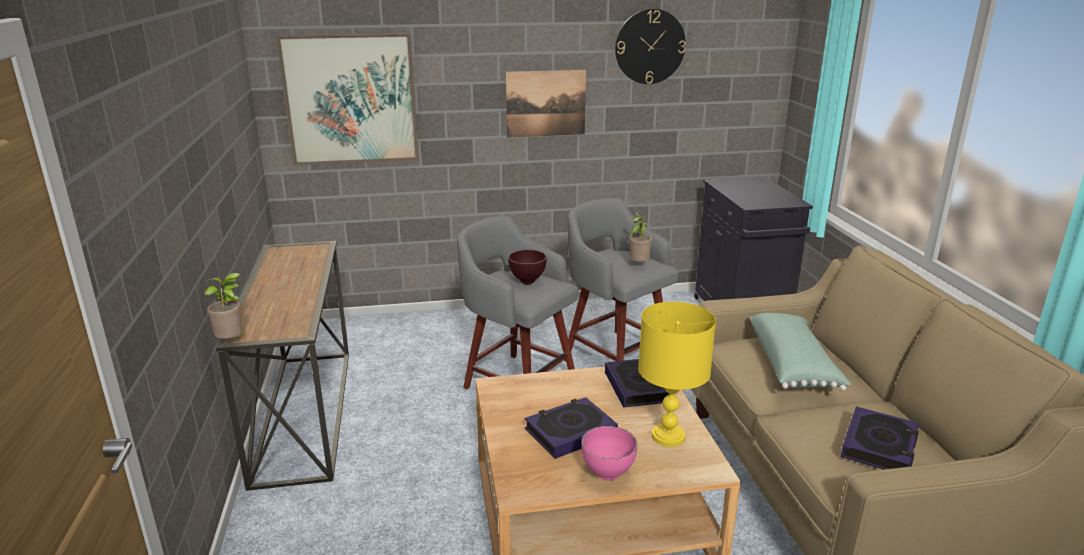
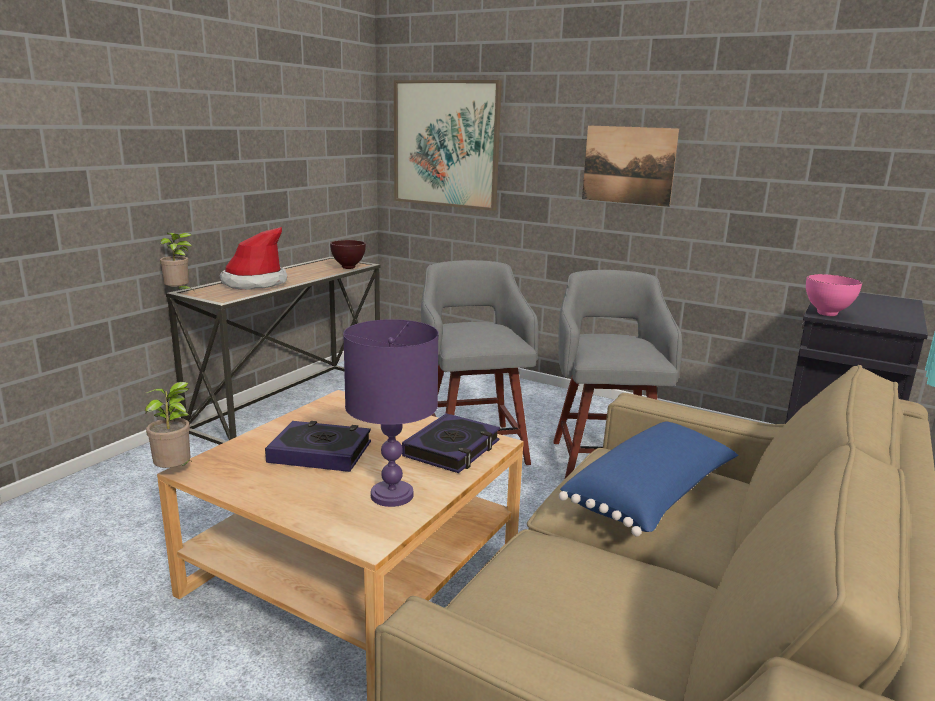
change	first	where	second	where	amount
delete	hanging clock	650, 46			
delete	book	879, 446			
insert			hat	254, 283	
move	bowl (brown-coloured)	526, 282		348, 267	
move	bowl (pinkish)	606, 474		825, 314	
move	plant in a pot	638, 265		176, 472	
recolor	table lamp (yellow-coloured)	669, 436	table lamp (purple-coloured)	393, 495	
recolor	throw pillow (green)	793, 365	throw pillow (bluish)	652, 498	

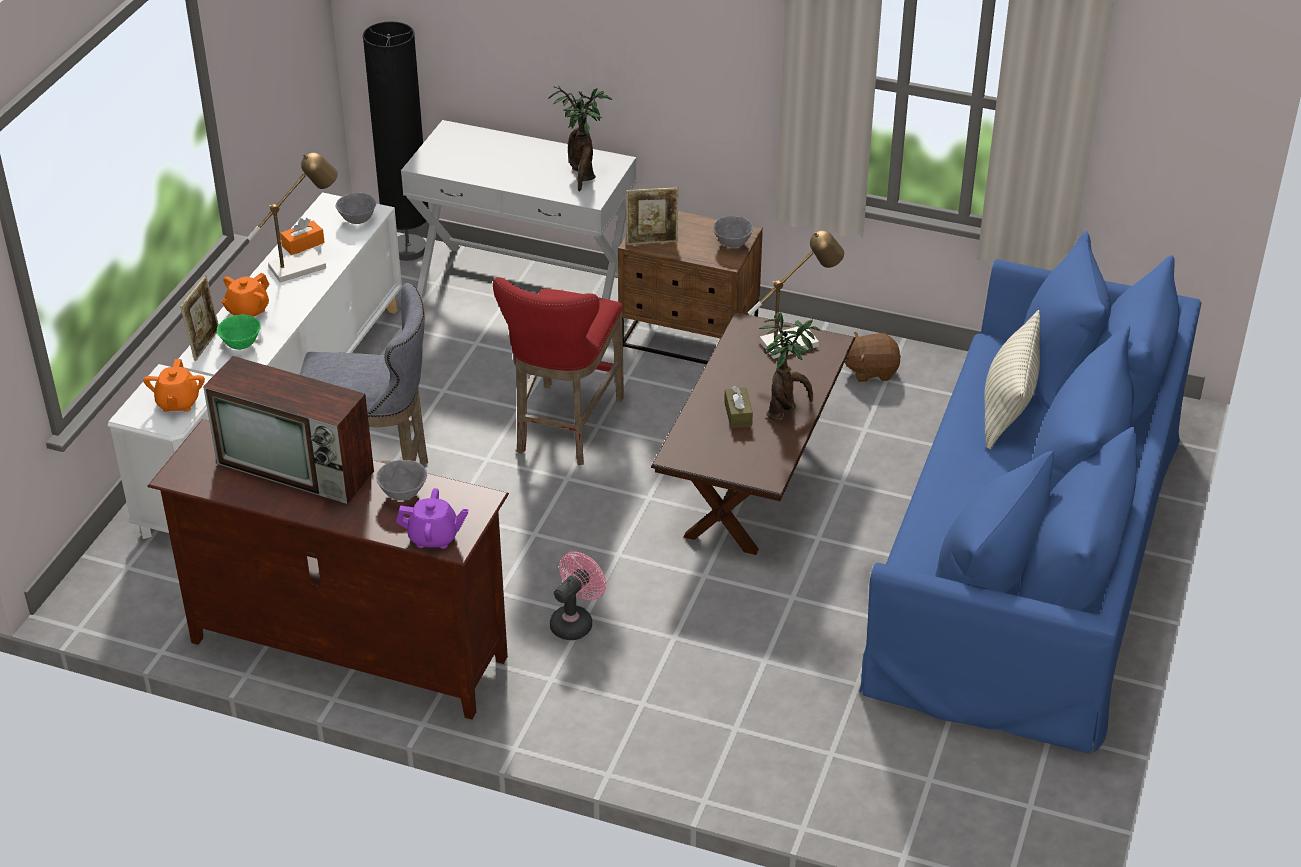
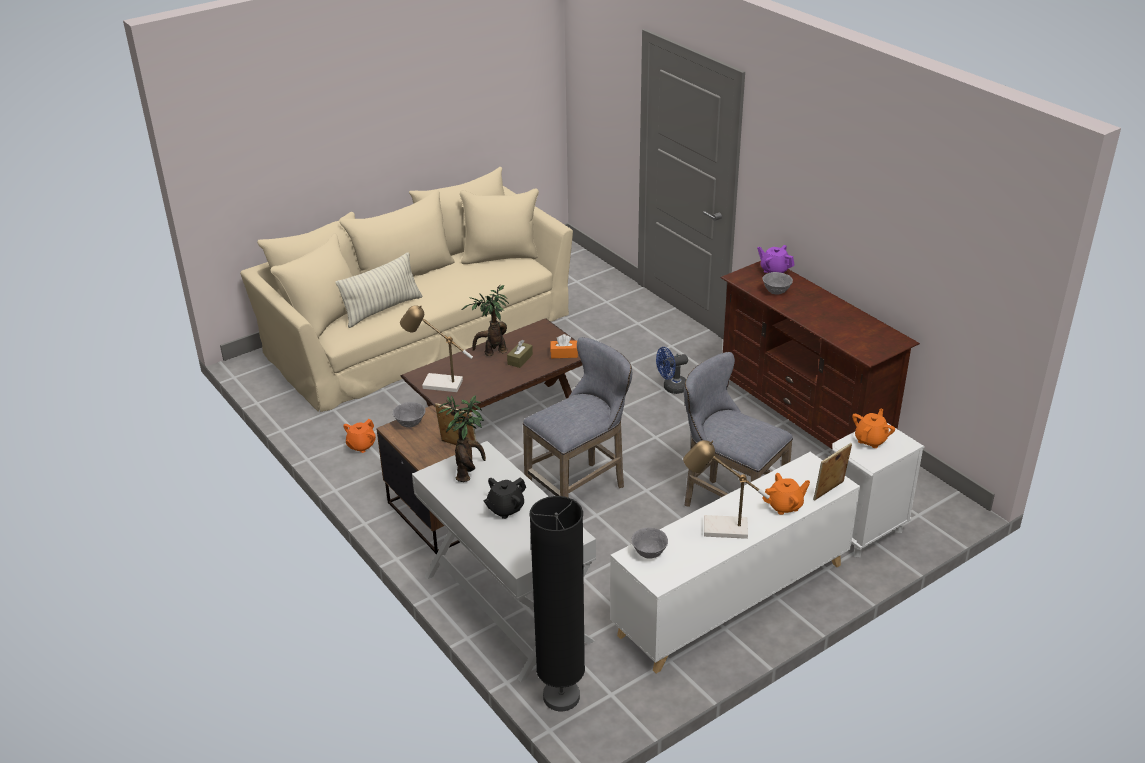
change	first	where	second	where	amount
delete	TV	298, 468			
delete	bowl (green)	241, 344			
insert			tea pot (blackish)	505, 509	
move	tissue box (orangey)	303, 244		564, 354	
replace	plush toy (brown-coloured)	871, 371	tea pot (orangey)	361, 446	
recolor	sitting stool (red-coloured)	564, 429	sitting stool (grey)	581, 489	
recolor	cooling fan (pinkish)	575, 621	cooling fan (bluish)	671, 388	
recolor	settee (bluish)	1027, 552	settee (sand-coloured)	419, 333	

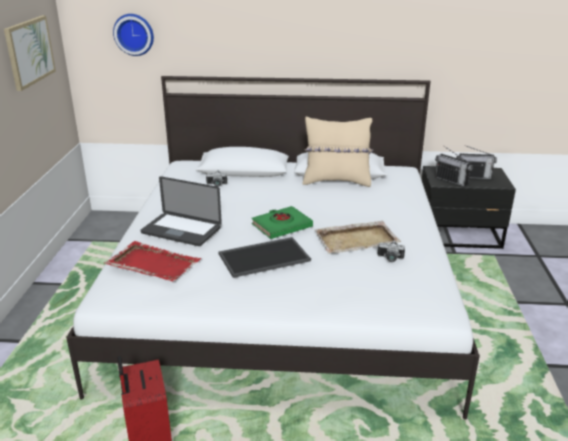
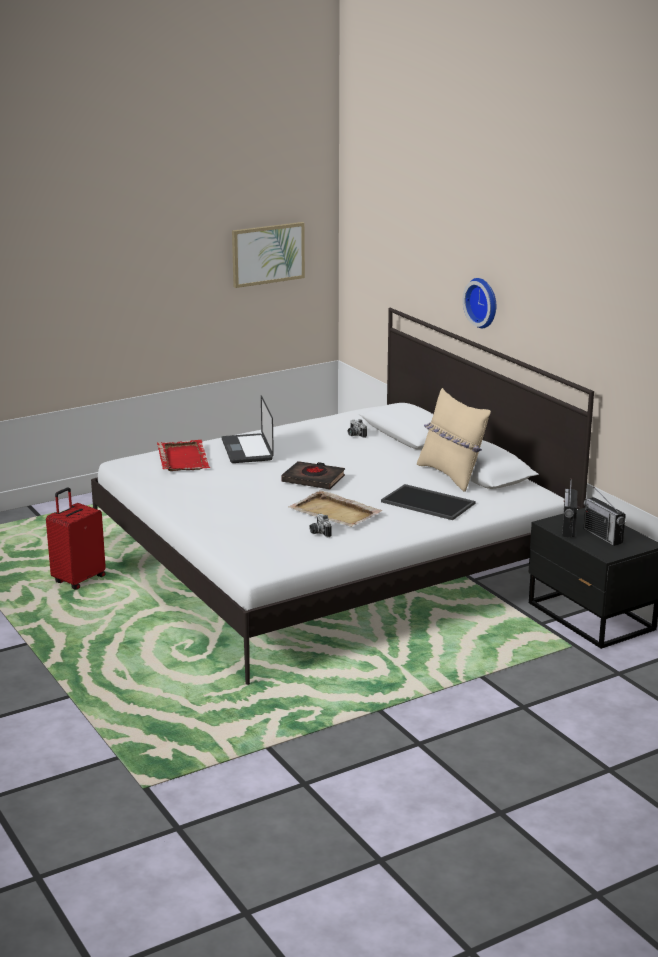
change	first	where	second	where	amount
move	hanging clock	134, 34		483, 302	
move	carrying tray	264, 256		429, 502	
recolor	book (green)	281, 226	book (blackish)	313, 479	

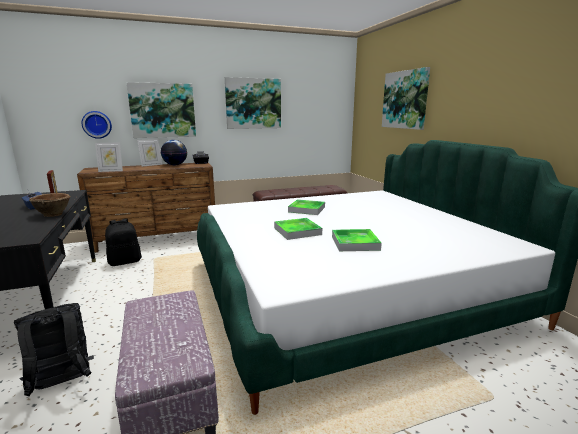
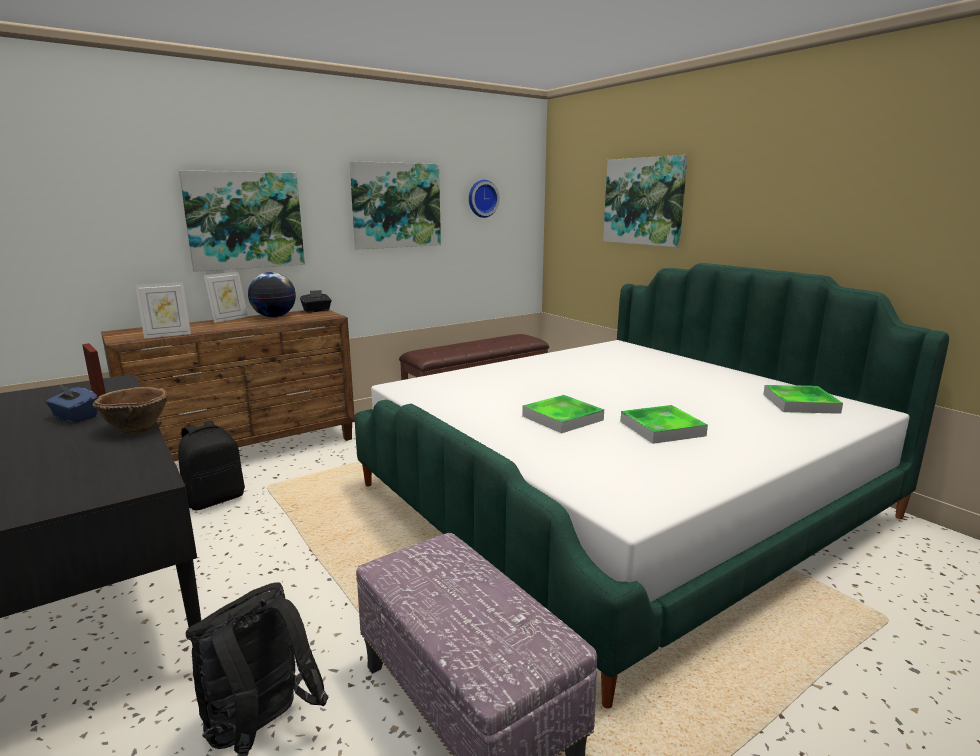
change	first	where	second	where	amount
move	hanging clock	97, 124		482, 198	
move	carrying tray	306, 209		800, 403	

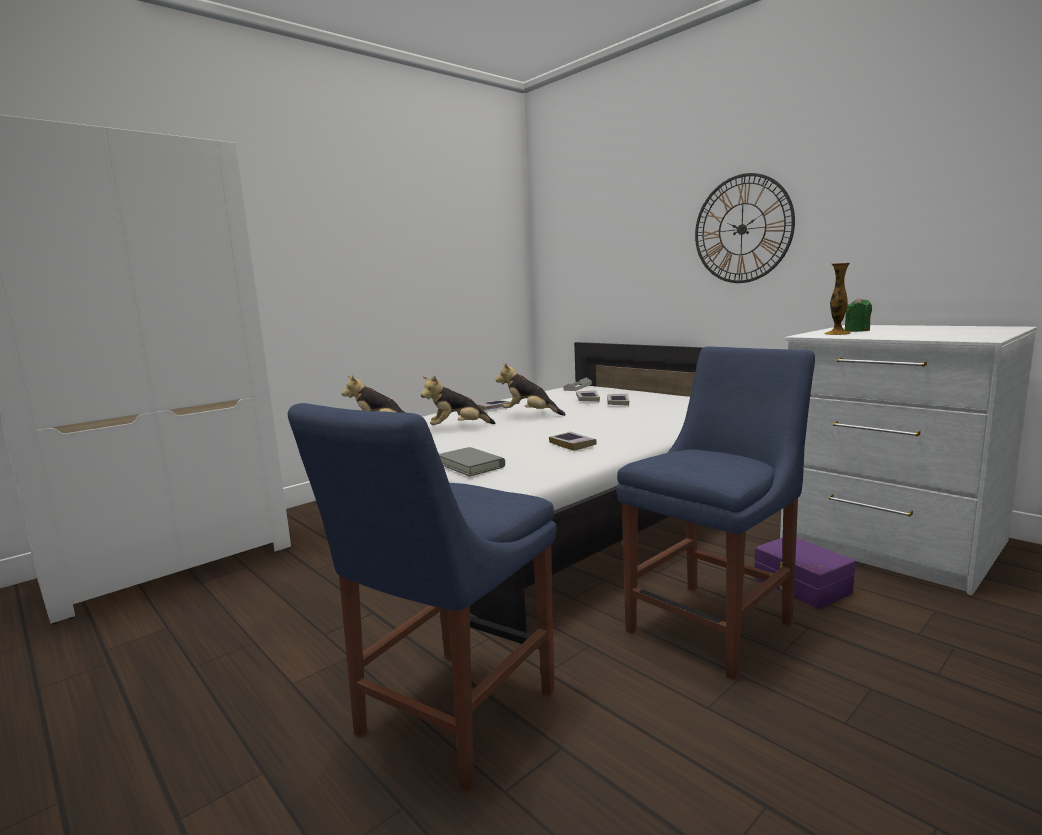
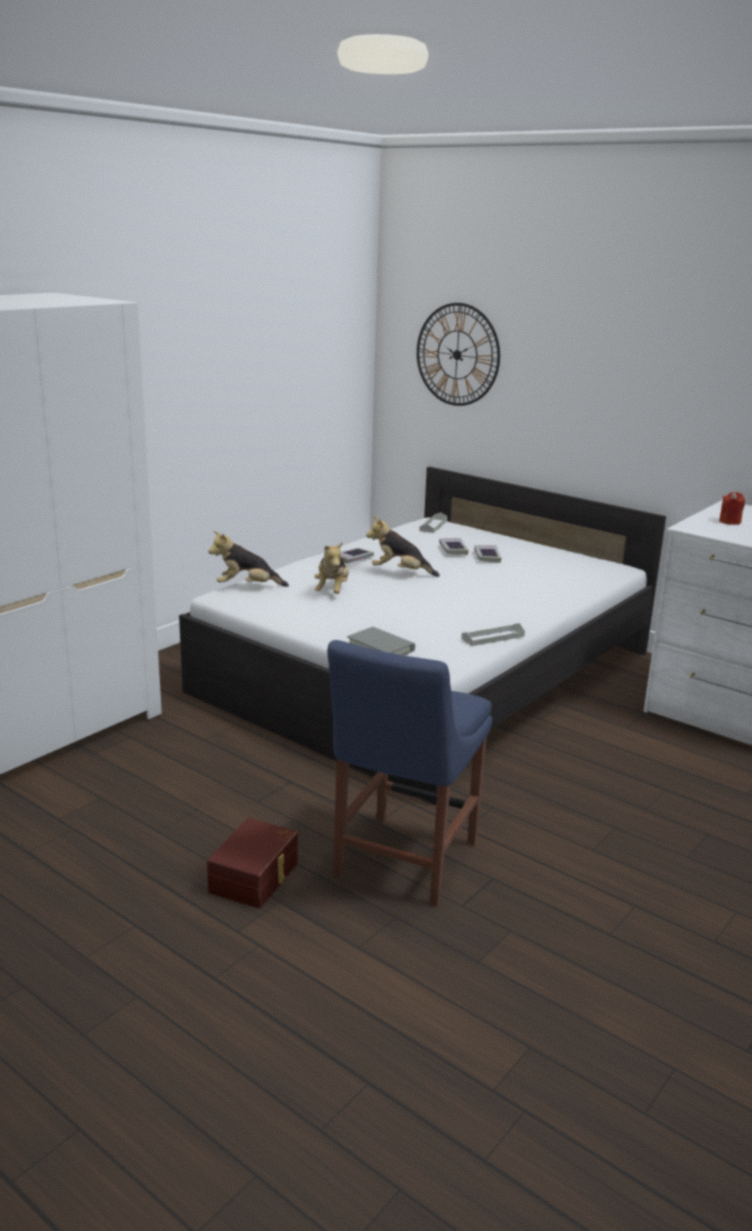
change	first	where	second	where	amount
delete	book	572, 444			
delete	upright chair (bluish)	715, 624			
delete	storage container (purple-coloured)	800, 586			
delete	decorative vase	837, 333			
insert			storage container (brown-coloured)	256, 877	
insert			carrying tray (grey)	493, 637	
move	hanging clock	742, 229		457, 355	
recolor	wax light (green)	857, 331	wax light (red-coloured)	730, 522	
rotate	plush toy	457, 428		332, 591	60 degrees counterclockwise

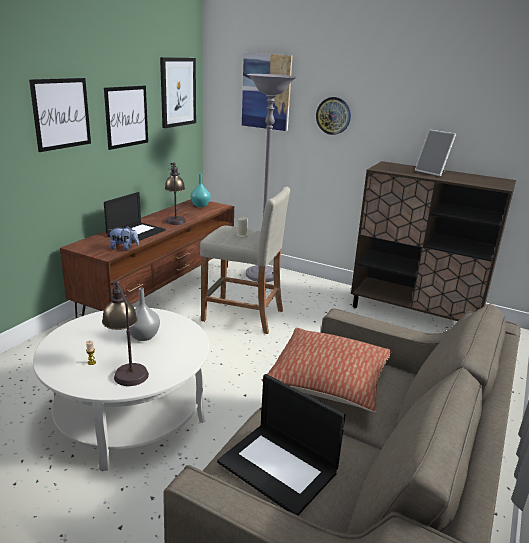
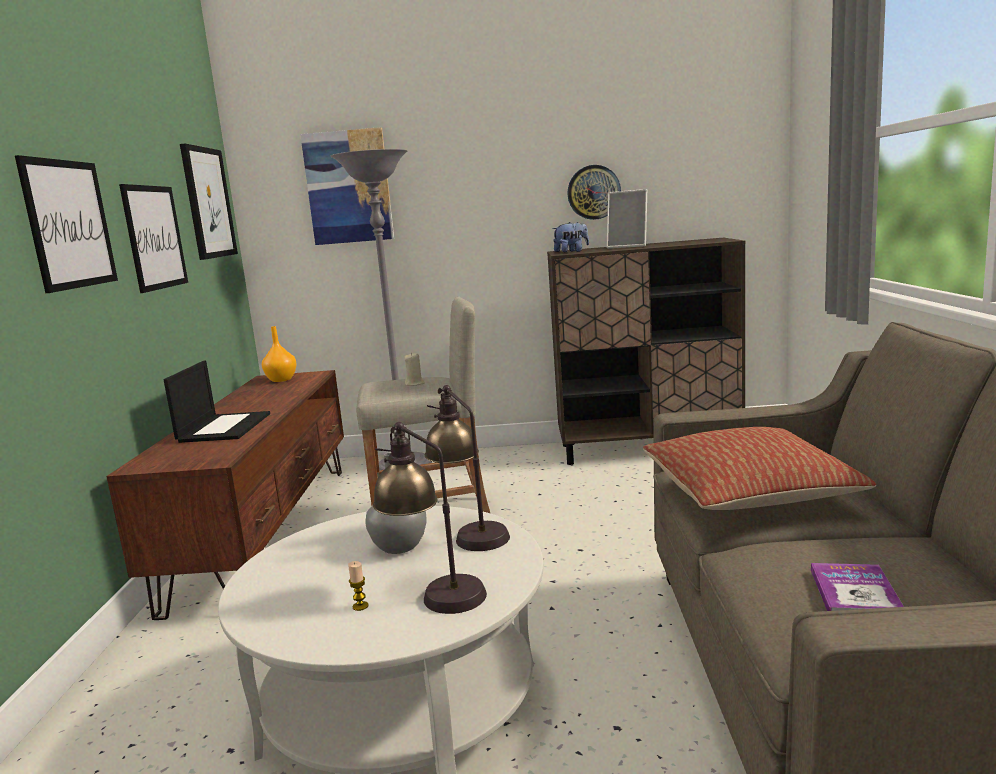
change	first	where	second	where	amount
move	plush toy	124, 248		571, 252	
move	table lamp	175, 219		470, 532	
move	hanging clock	333, 115		593, 192	
replace	laptop	279, 467	book	854, 593	
recolor	decorative vase (turquoise-coloured)	200, 205	decorative vase (orangey)	280, 380	

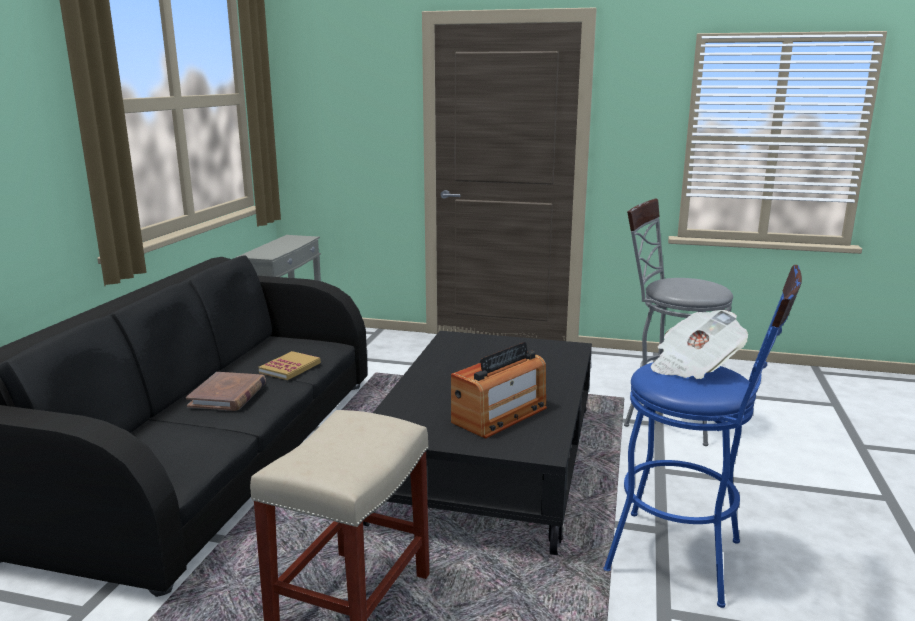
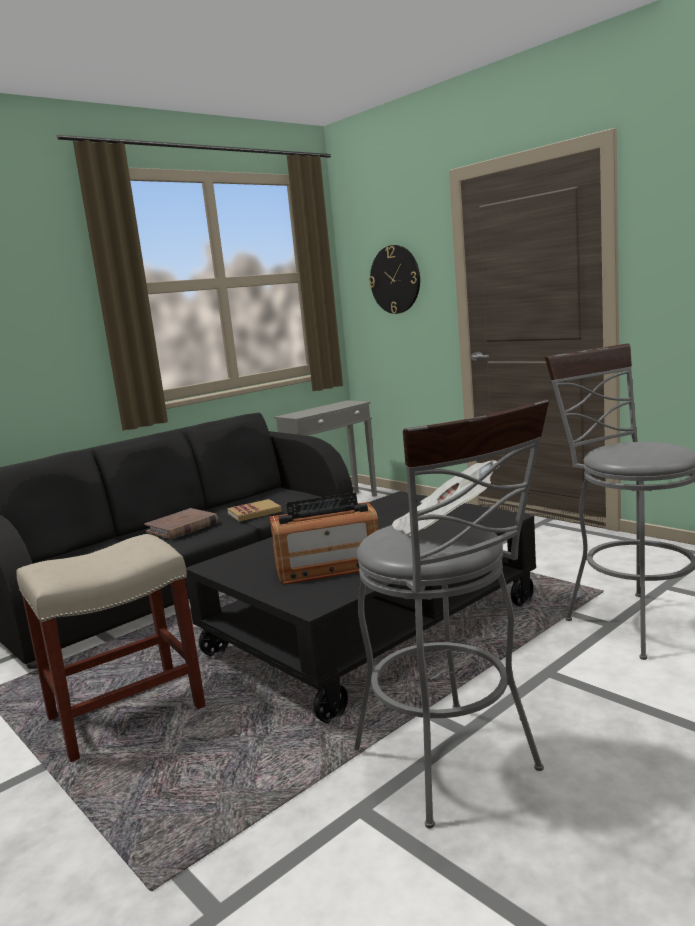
change	first	where	second	where	amount
insert			hanging clock	395, 279	
recolor	sitting stool (bluish)	687, 559	sitting stool (grey)	455, 768	

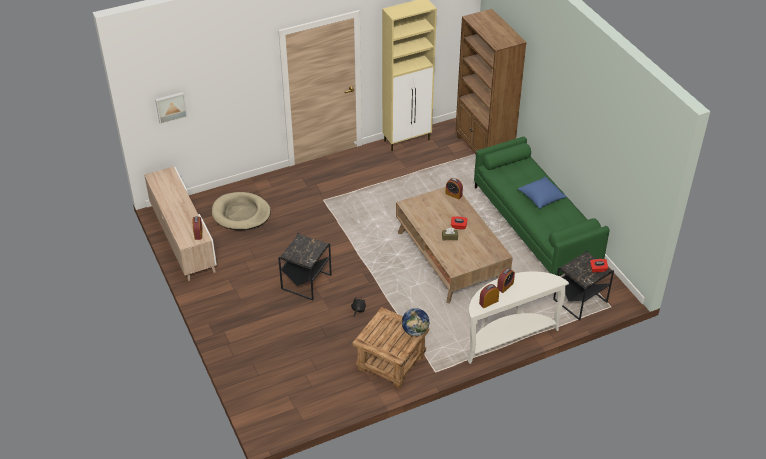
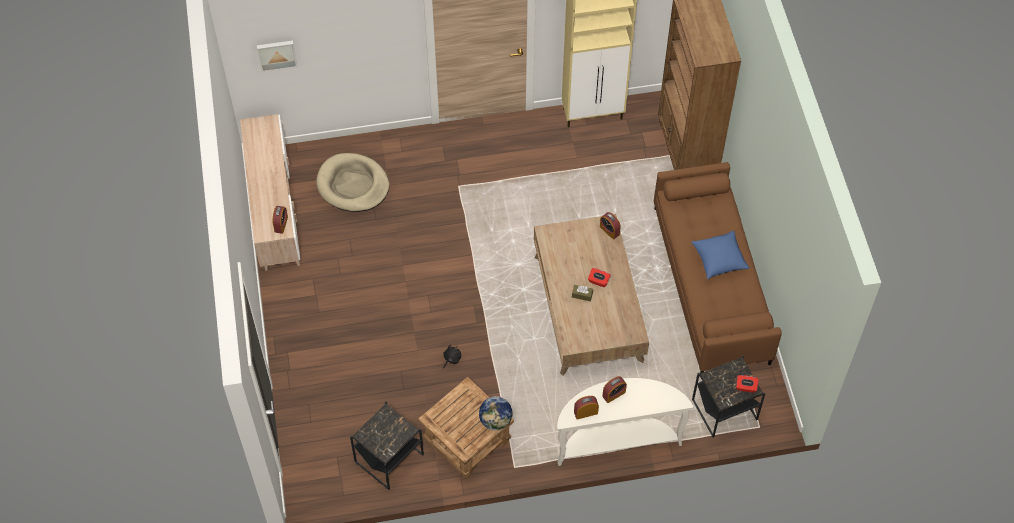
change	first	where	second	where	amount
move	end table (blackish)	306, 282		388, 458	
recolor	settee (green)	536, 225	settee (brown-coloured)	711, 284	

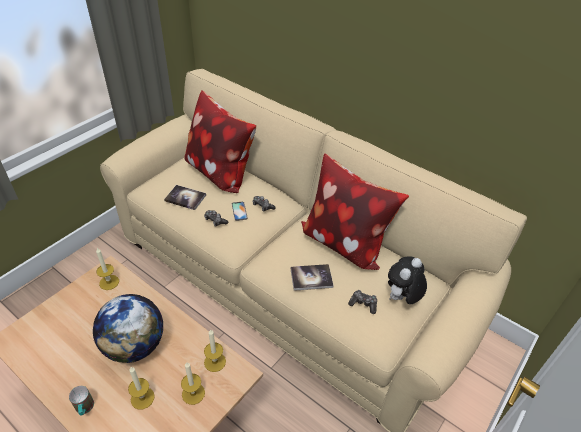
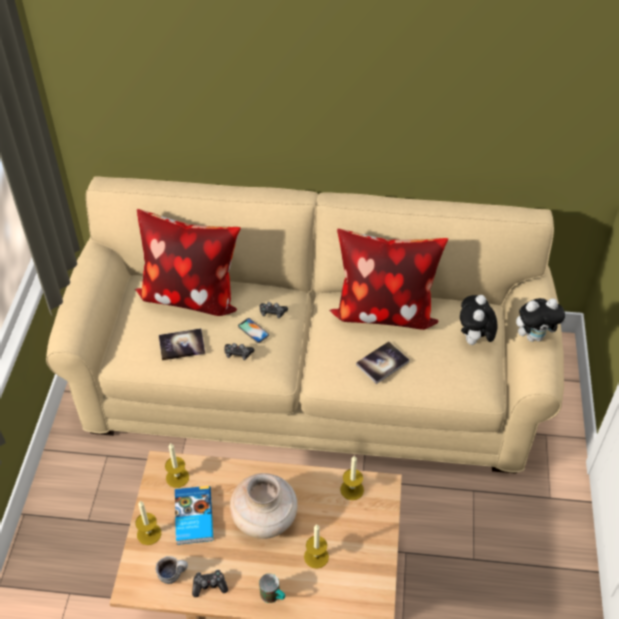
change	first	where	second	where	amount
insert			coffee mug	173, 574	
insert			book	192, 517	
insert			plush toy	534, 336	
move	wax light	193, 393		149, 533	
move	joypad	363, 304		209, 585	
replace	desk globe	134, 346	decorative vase (sand-coloured)	265, 519	

